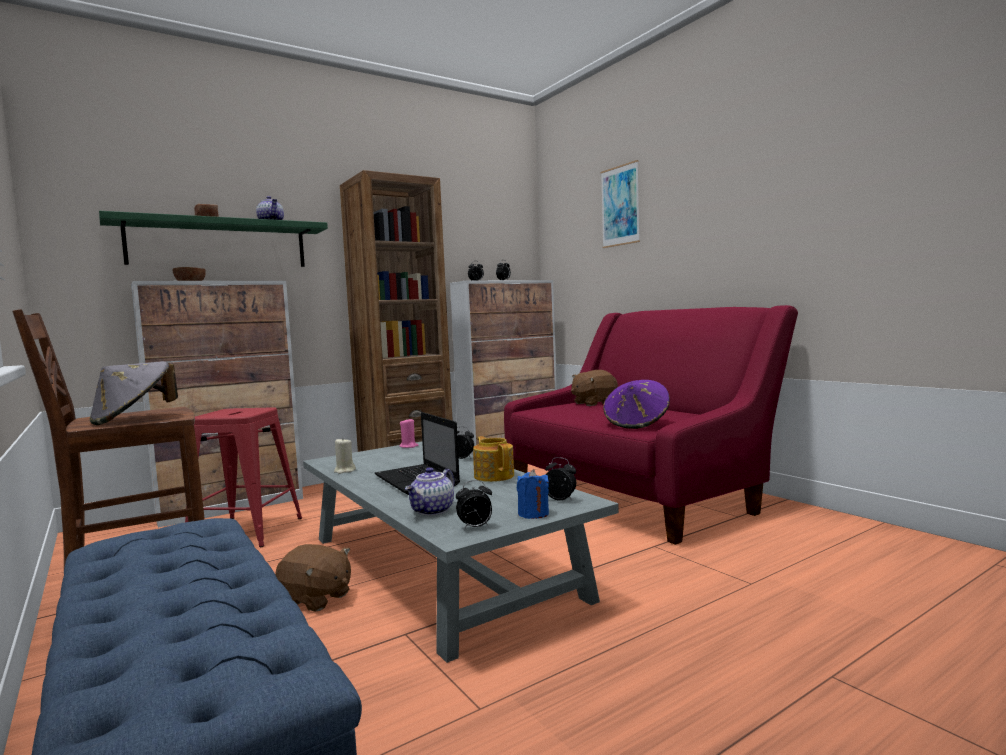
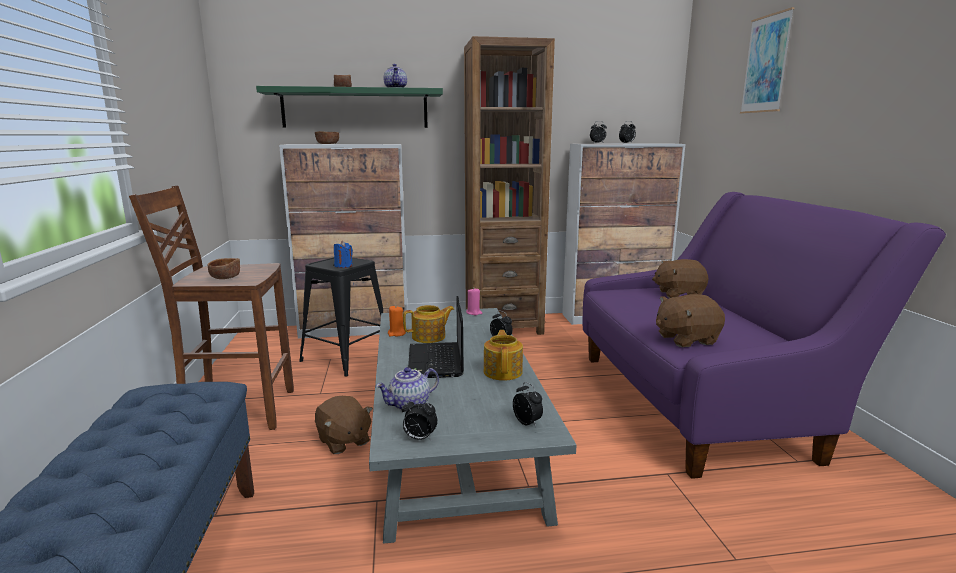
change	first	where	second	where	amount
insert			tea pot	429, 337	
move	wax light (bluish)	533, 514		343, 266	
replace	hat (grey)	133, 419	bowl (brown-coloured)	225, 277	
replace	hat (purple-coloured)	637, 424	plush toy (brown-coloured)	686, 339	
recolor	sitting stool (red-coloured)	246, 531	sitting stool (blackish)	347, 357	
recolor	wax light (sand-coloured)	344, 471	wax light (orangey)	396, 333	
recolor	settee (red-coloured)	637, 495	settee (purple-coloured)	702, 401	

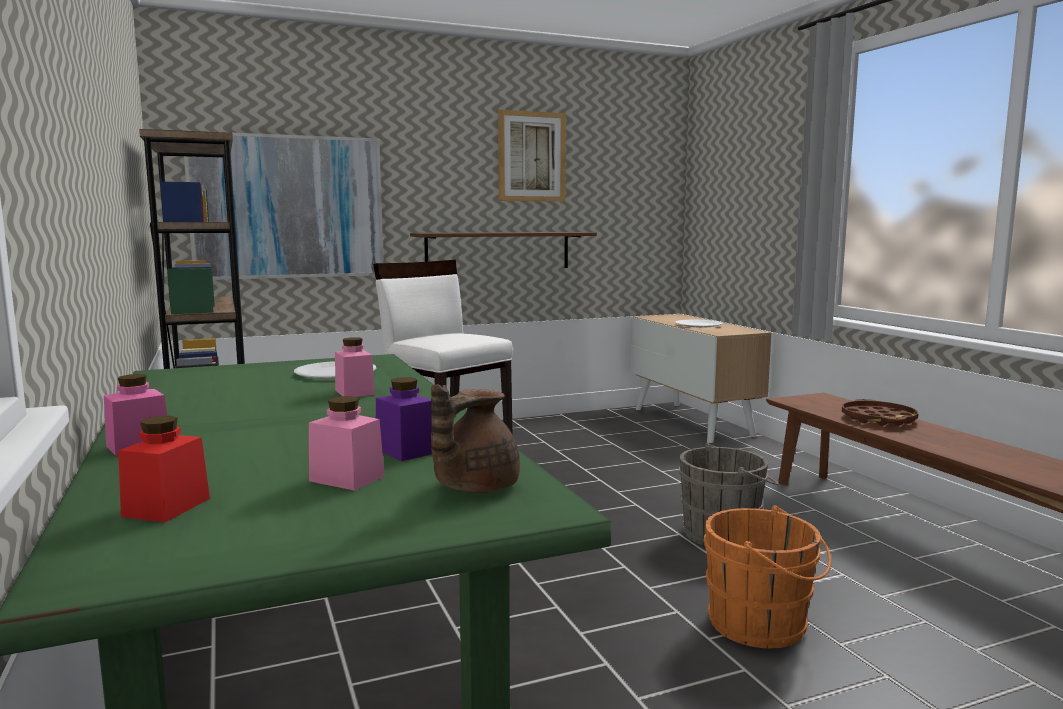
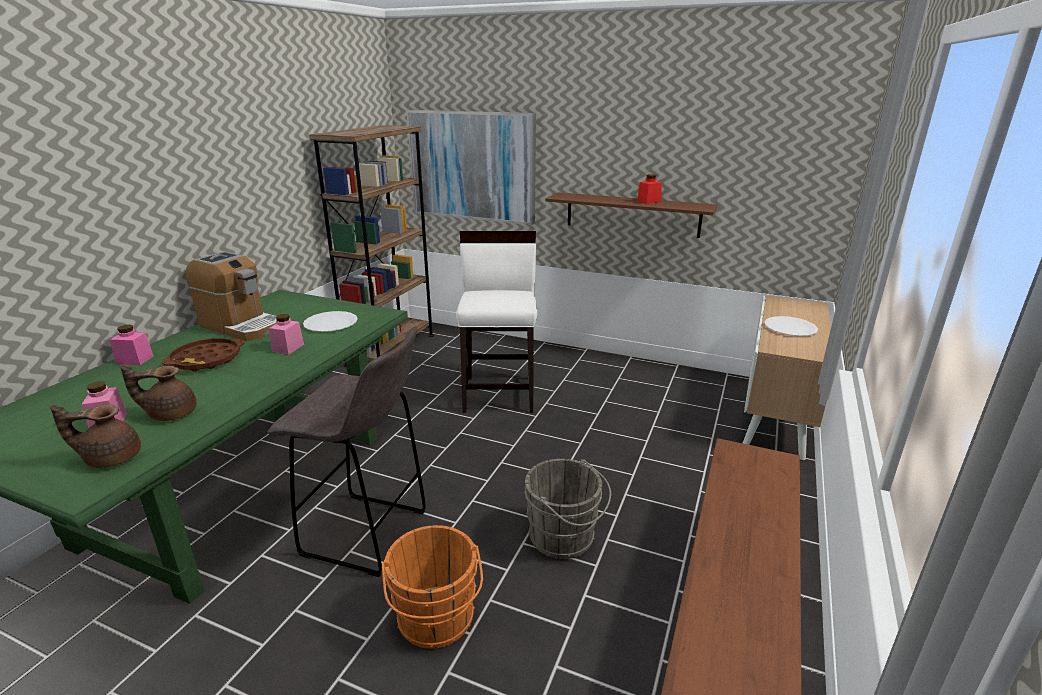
change	first	where	second	where	amount
delete	picture	531, 156			
insert			coffee brewer	242, 326	
insert			sitting stool (grey)	368, 534	
move	jar (red-coloured)	166, 507		649, 201	
move	carrying tray (brown-coloured)	878, 419		206, 360	
replace	jar (purple-coloured)	406, 451	tea pot (brown-coloured)	171, 413	

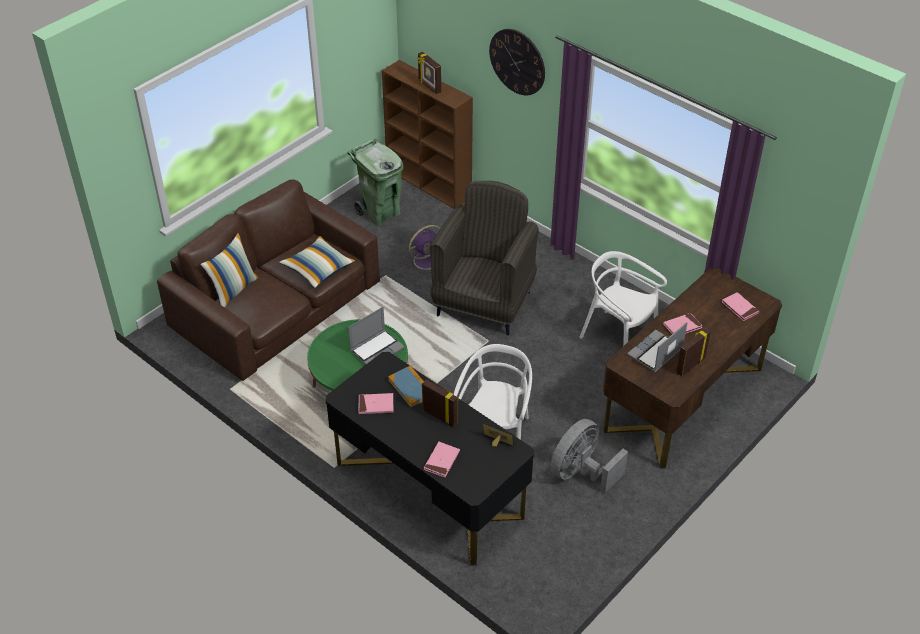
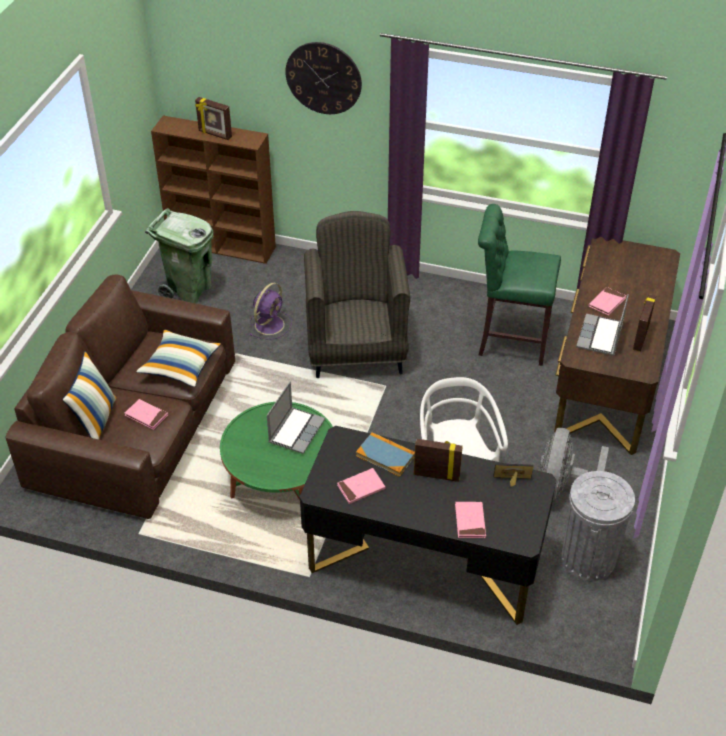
change	first	where	second	where	amount
insert			rubbish bin (grey)	588, 558	
move	book (pinkish)	740, 308		146, 416	
replace	upright chair (white-coloured)	618, 337	sitting stool (green)	509, 340	

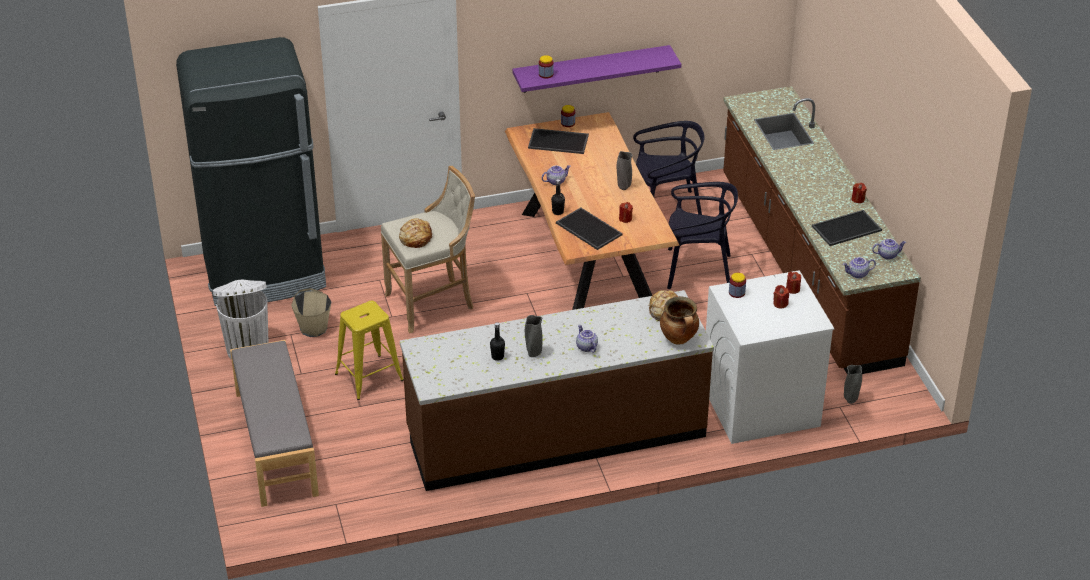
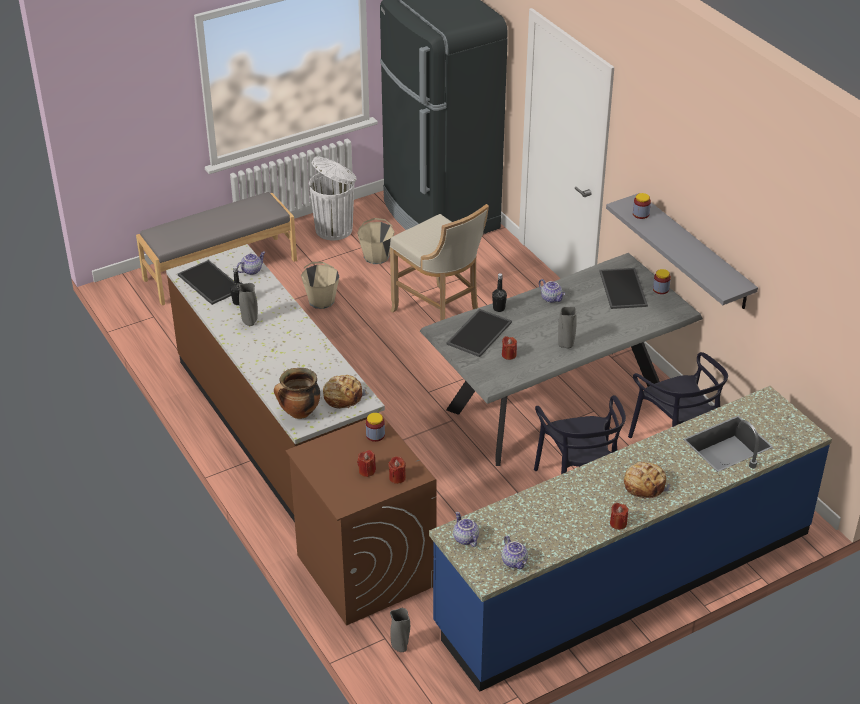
change	first	where	second	where	amount
move	bakery bread	415, 238		644, 485	
move	tea pot	586, 347		251, 270	
move	carrying tray	846, 229		209, 282	
replace	sitting stool (yellow-coloured)	369, 377	bucket (sand-coloured)	321, 300	
recolor	kitchen table (brown-coloured)	587, 259	kitchen table (grey)	556, 403	
recolor	bracket shelf (purple-coloured)	591, 69	bracket shelf (grey)	694, 252	
recolor	laundry machine (white-coloured)	760, 405	laundry machine (brown-coloured)	365, 570	
recolor	kitchen base unit (brown-coloured)	806, 269	kitchen base unit (bluish)	625, 579	

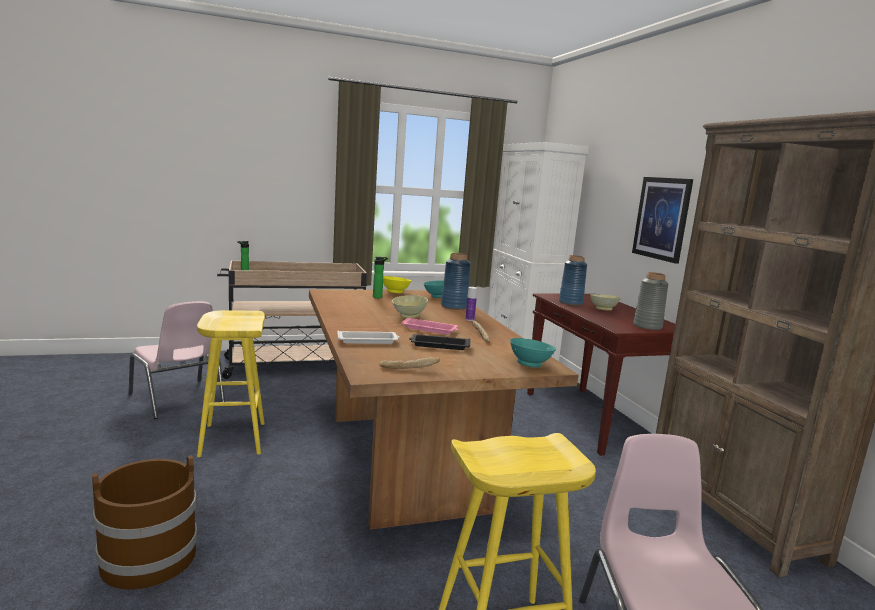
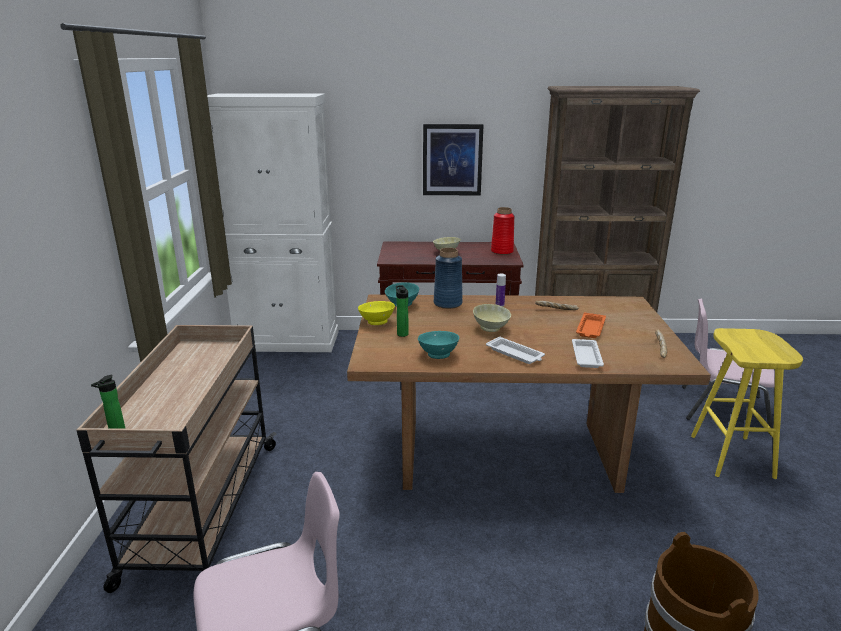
change	first	where	second	where	amount
delete	sitting stool (yellow-coloured)	232, 438			
delete	carrying tray (pinkish)	430, 329			
delete	decorative vase (bluish)	571, 302			
insert			carrying tray (white-coloured)	515, 354	
move	bowl (turquoise-coloured)	531, 364		438, 354	
recolor	carrying tray (blackish)	439, 345	carrying tray (orangey)	590, 329	
recolor	decorative vase (grey)	647, 326	decorative vase (red-coloured)	502, 251	

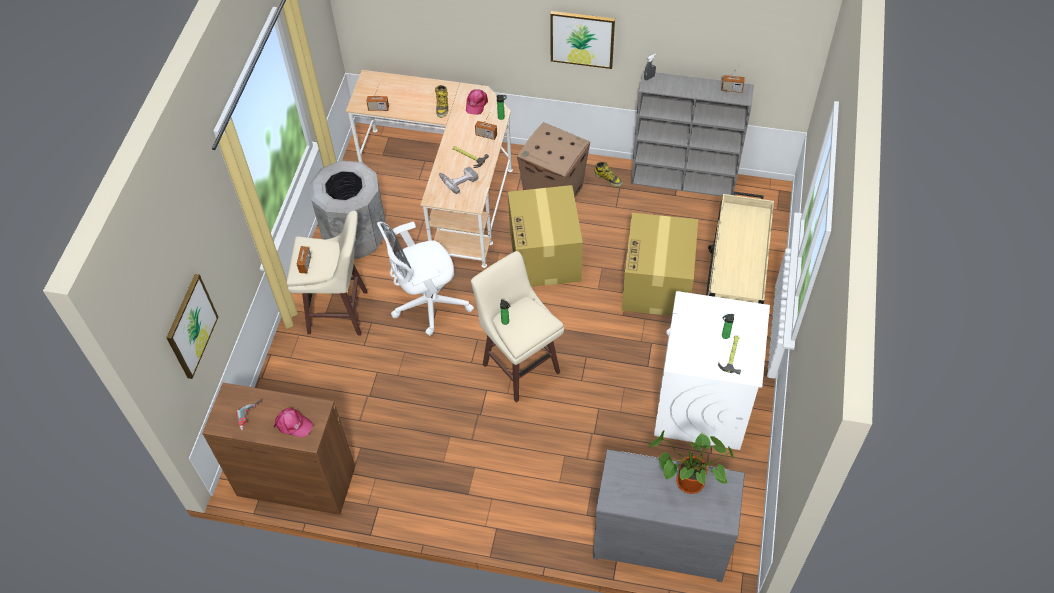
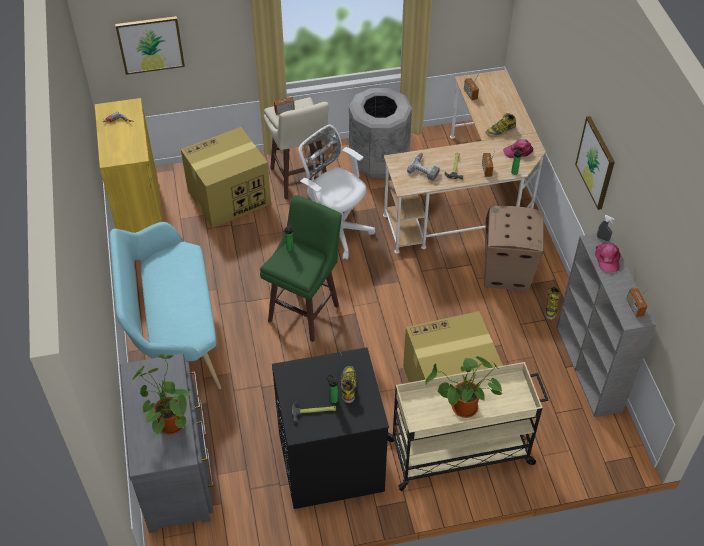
change	first	where	second	where	amount
insert			indoor bench (turquoise-coloured)	174, 337	
insert			tall boot	348, 385	
insert			plant in a pot	463, 410	
move	cap (pinkish)	293, 424		607, 259	
move	packing box	545, 257		228, 198	
recolor	cabinet (brown-coloured)	296, 481	cabinet (yellow-coloured)	139, 212	
recolor	sitting stool (sand-coloured)	520, 366	sitting stool (green)	305, 312	
recolor	laundry machine (white-coloured)	702, 404	laundry machine (blackish)	330, 462	

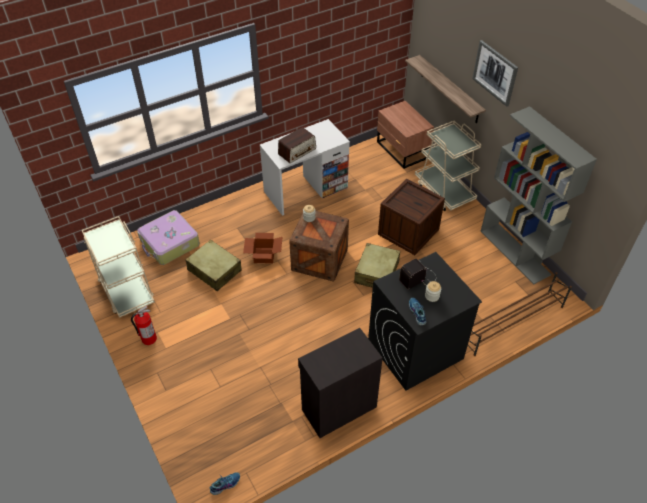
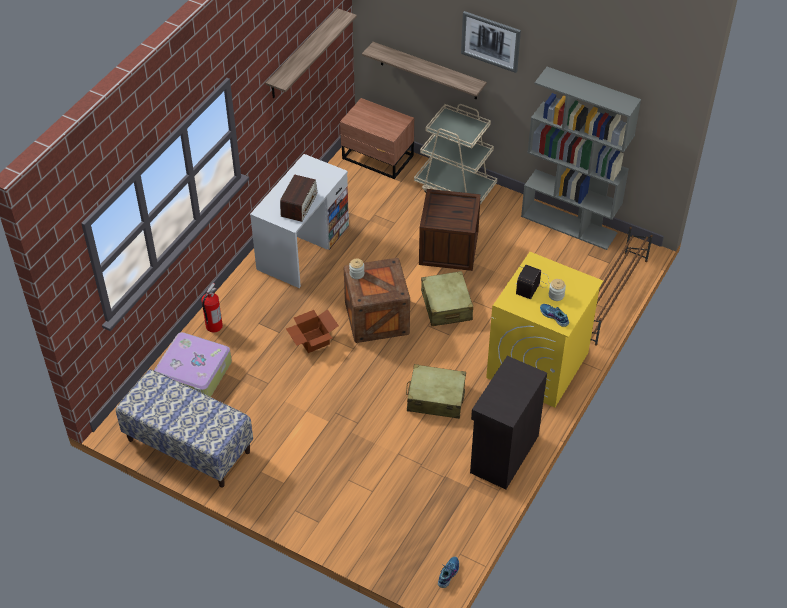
change	first	where	second	where	amount
insert			bracket shelf	303, 54	
move	fire-fighting cylinder	148, 339		213, 326	
move	suitcase (sand-coloured)	214, 270		435, 398	
replace	cart (sand-coloured)	126, 290	indoor bench	188, 446	
recolor	laundry machine (blackish)	415, 350	laundry machine (yellow-coloured)	537, 365	

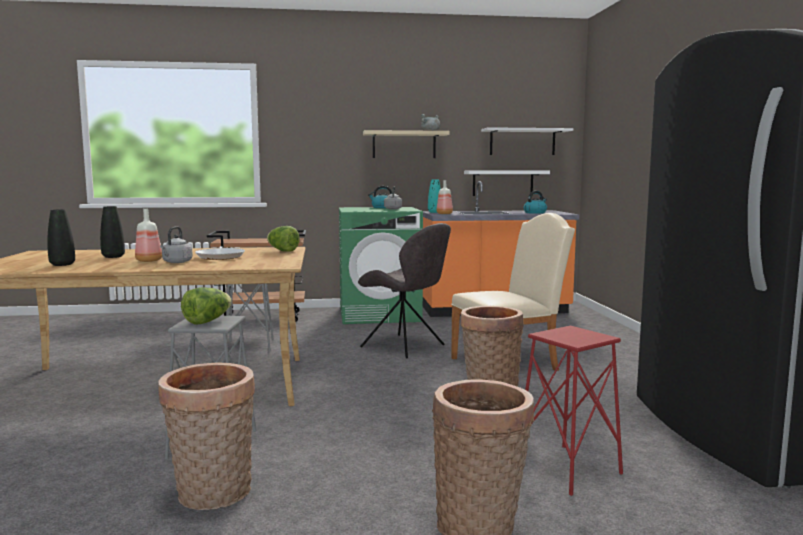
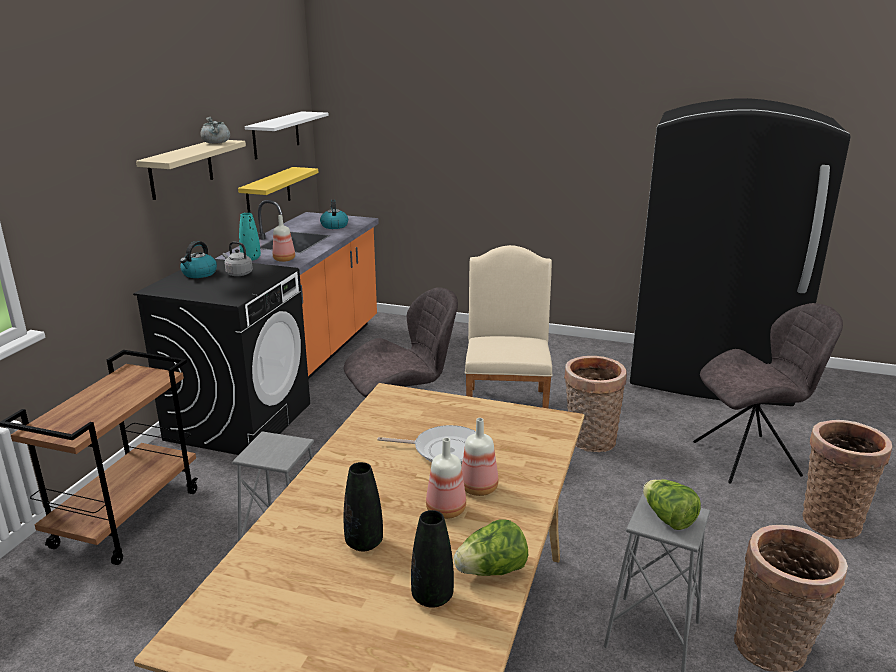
change	first	where	second	where	amount
move	lettuce	282, 251		491, 571	
replace	tea kettle (grey)	176, 262	bottle	480, 488	
replace	sitting stool (red-coloured)	567, 469	upright chair (grey)	750, 458	
recolor	laundry machine (green)	380, 314	laundry machine (blackish)	239, 421	
recolor	bracket shelf (white-coloured)	503, 183	bracket shelf (yellow-coloured)	268, 193	

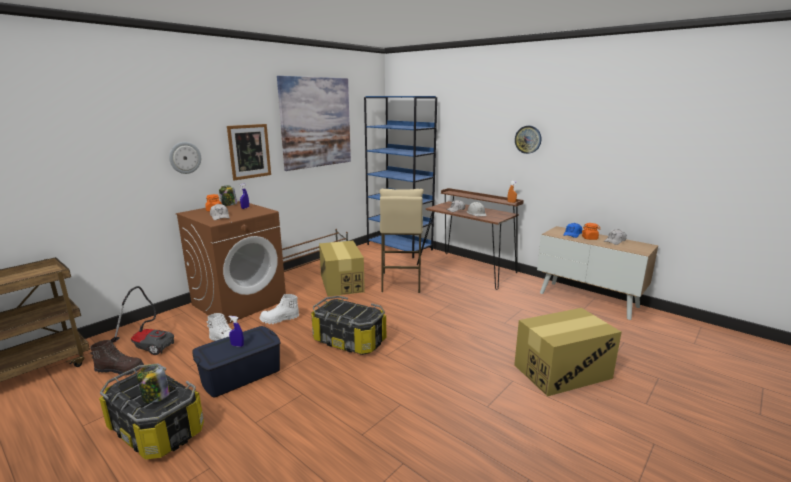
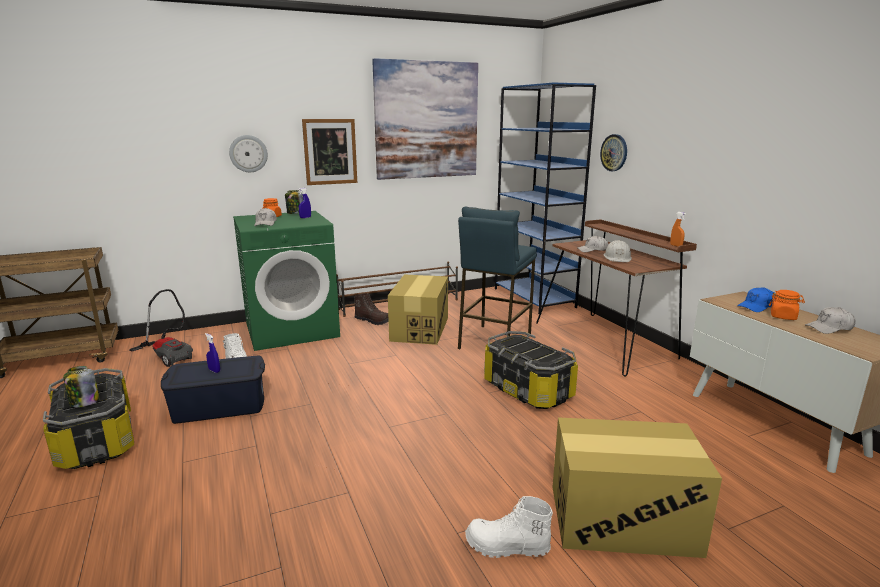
change	first	where	second	where	amount
move	tall boot (brown-coloured)	120, 370		373, 321	
move	tall boot (white-coloured)	279, 320		507, 547	
move	storage container	349, 340		528, 389	
move	hanging clock	528, 139		614, 152	
recolor	laundry machine (brown-coloured)	239, 302	laundry machine (green)	292, 329	
recolor	sitting stool (sand-coloured)	400, 282	sitting stool (bluish)	493, 341	

